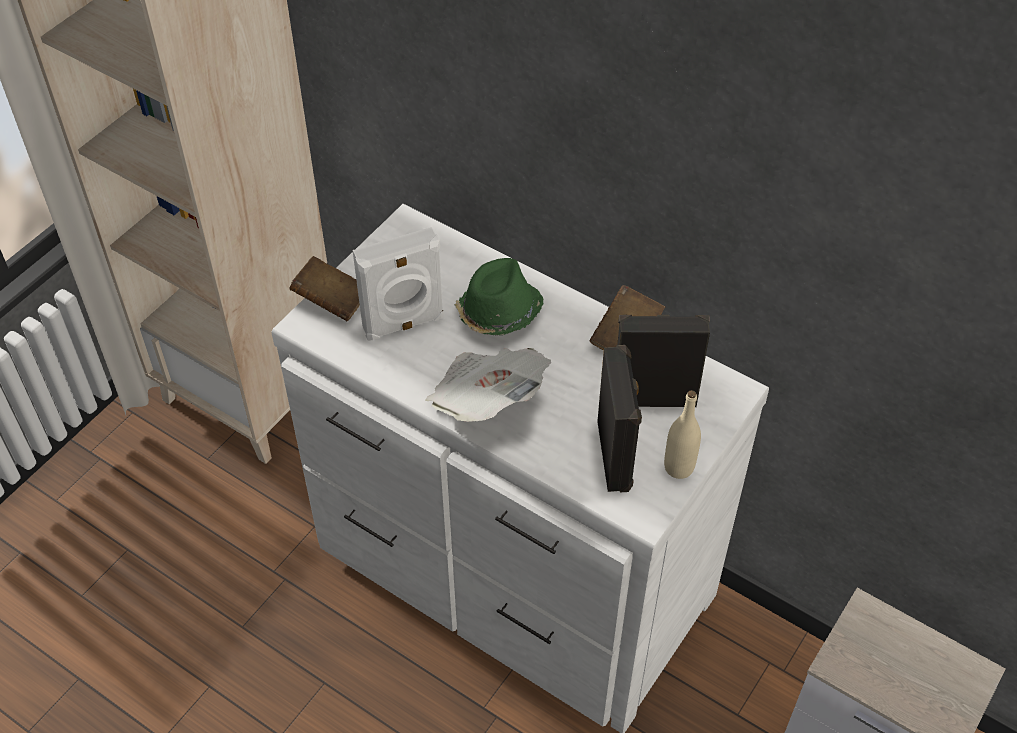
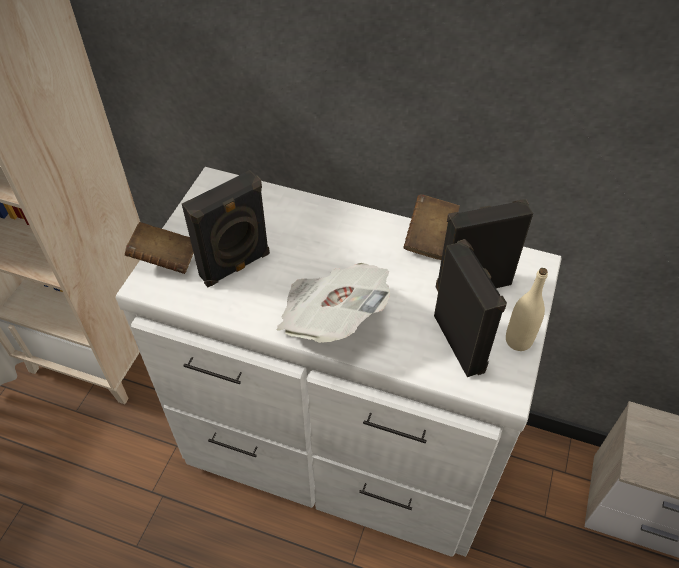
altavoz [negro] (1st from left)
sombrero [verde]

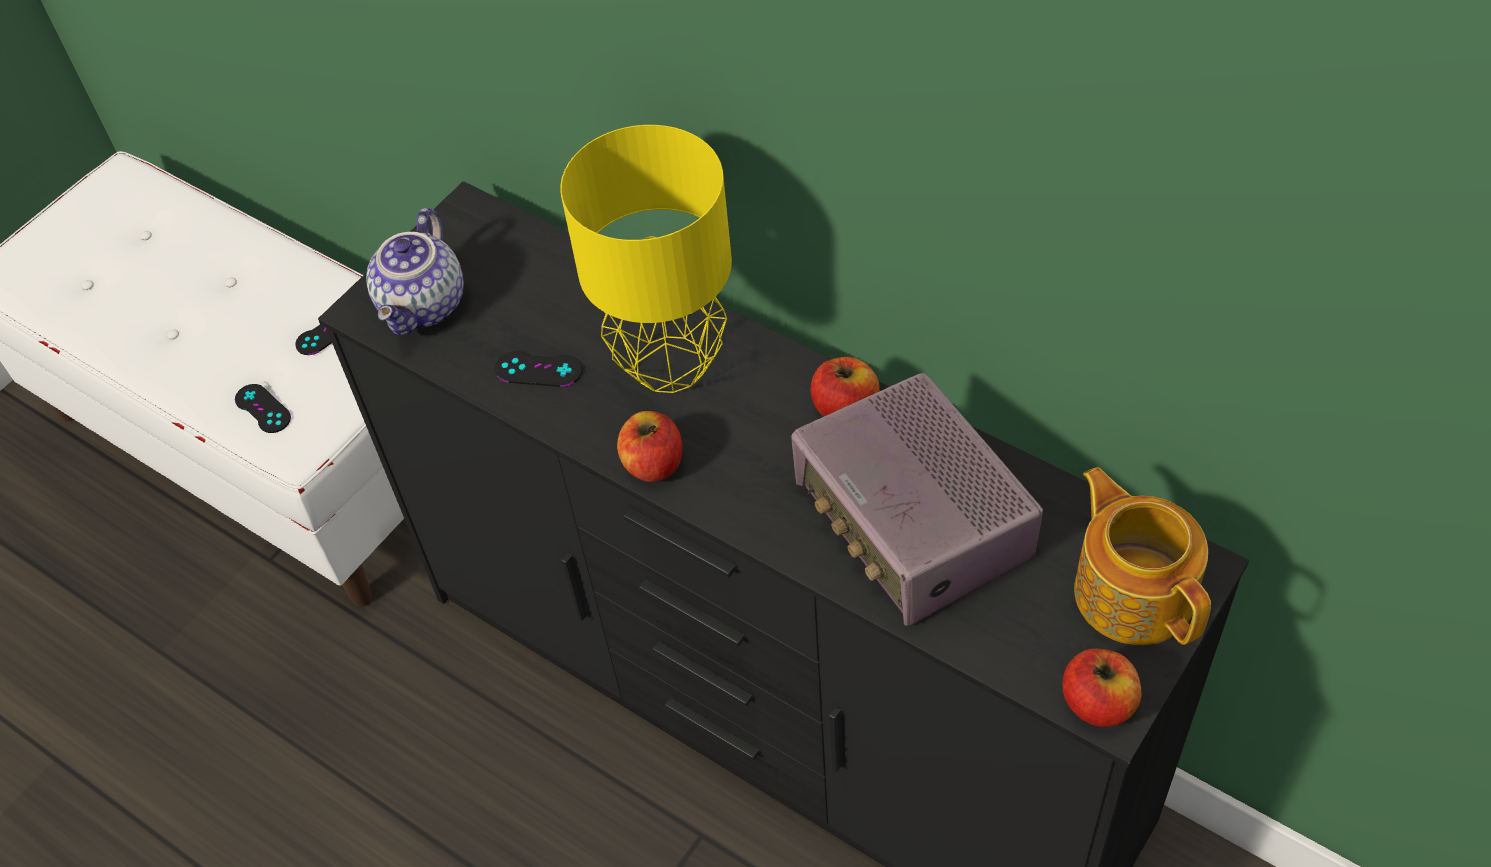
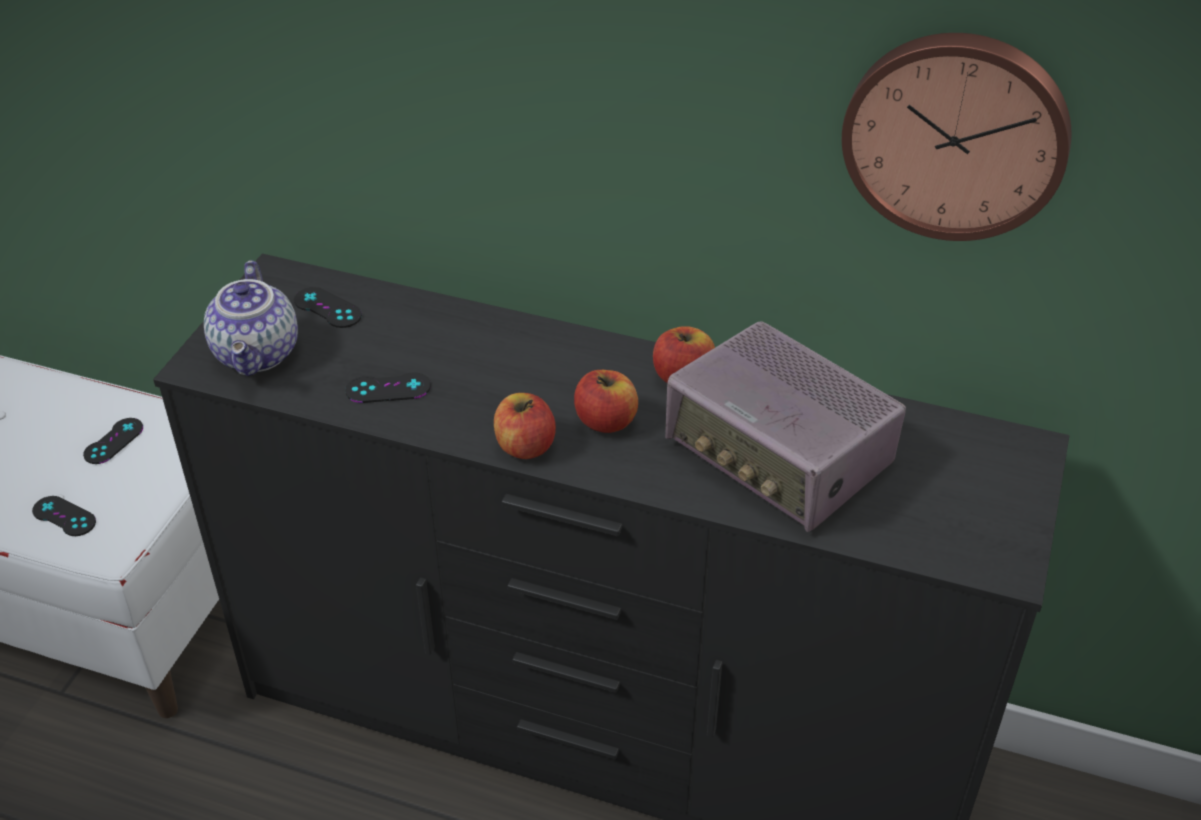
lámpara de mesa [amarillo]
manzana (2nd from left)
tetera (2nd from left in the first image)
mando de consola [negro] (3rd from left)
reloj de pared

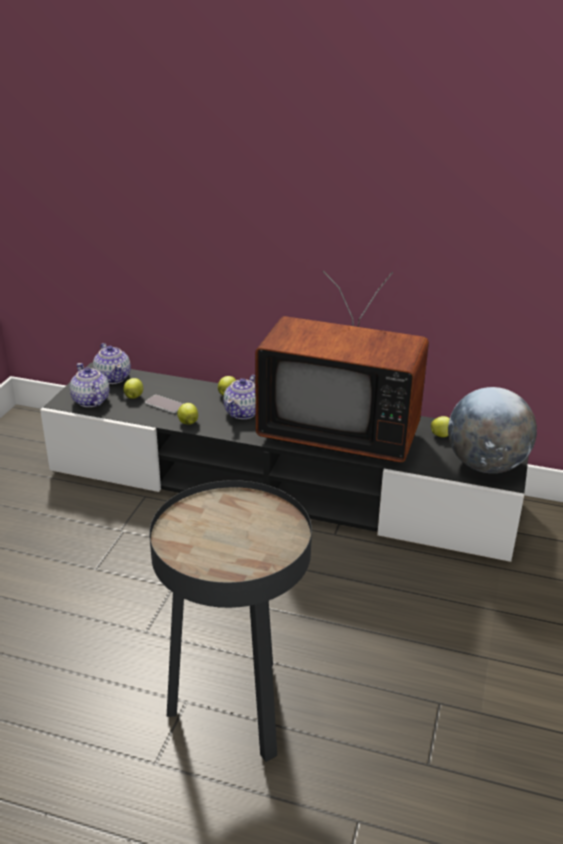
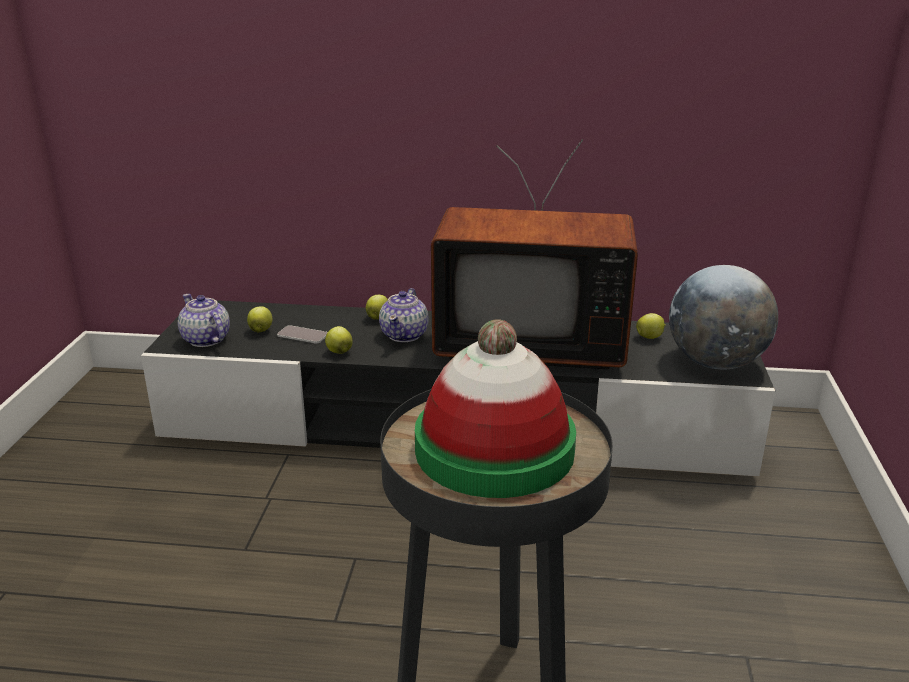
tetera (2nd from left in the first image)
sombrero

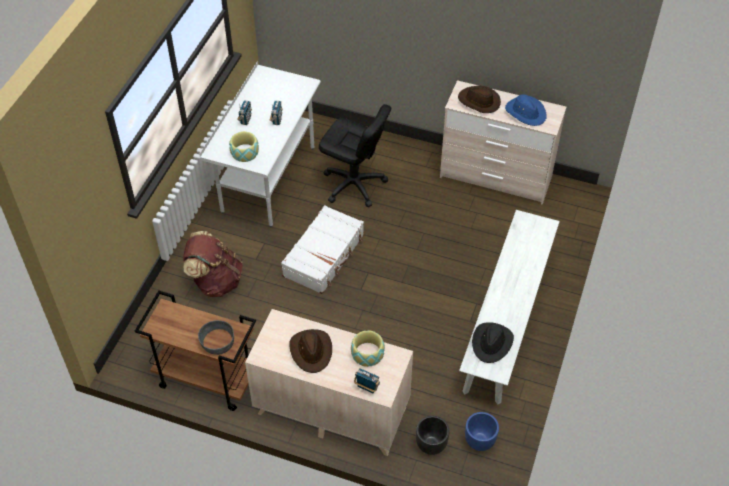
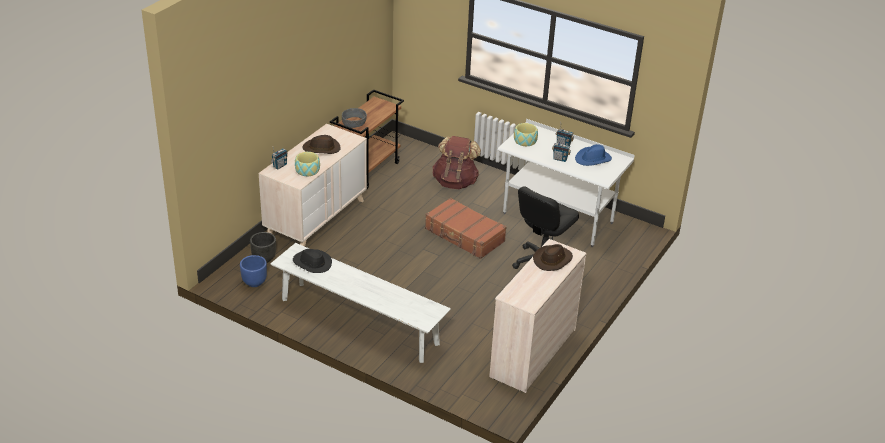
maleta [marrón]
sombrero [azul]

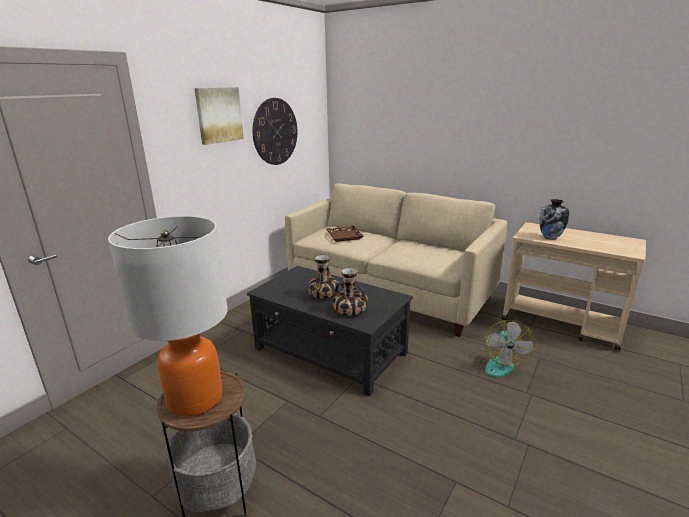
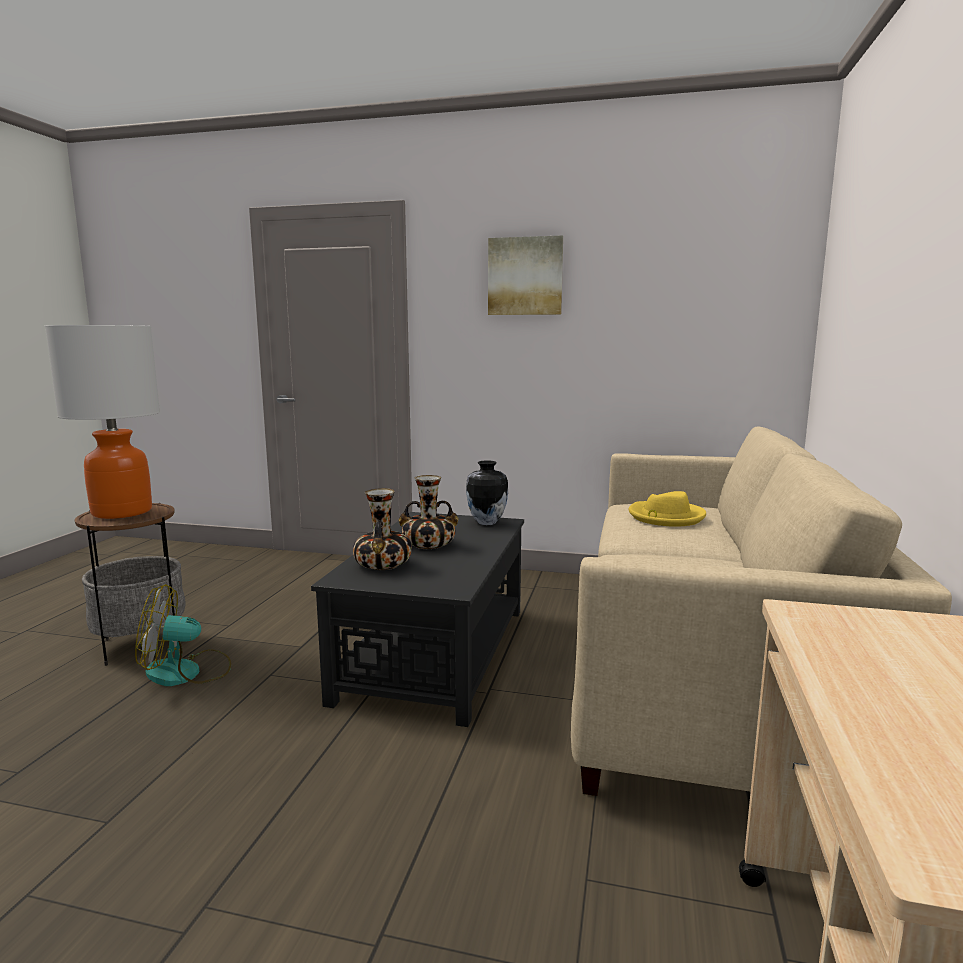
reloj de pared
sombrero [amarillo]
ventilador
florero (3rd from left)

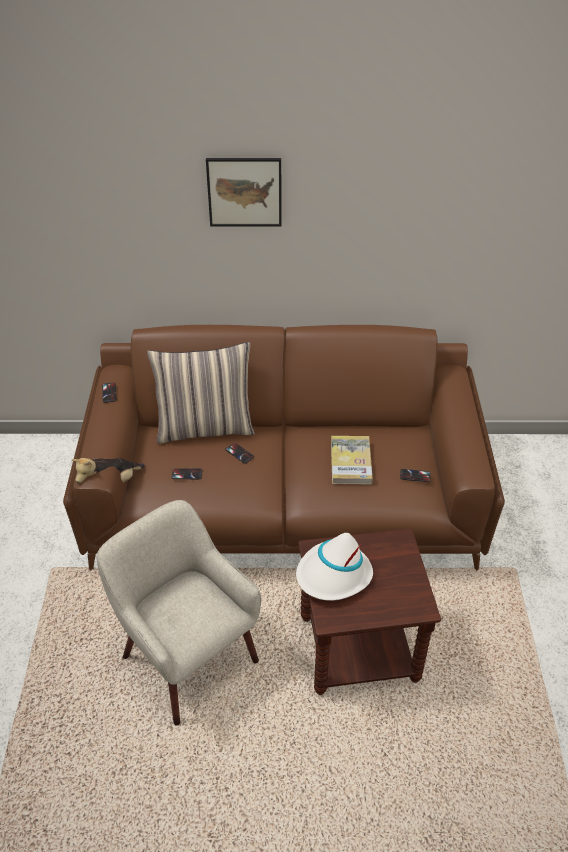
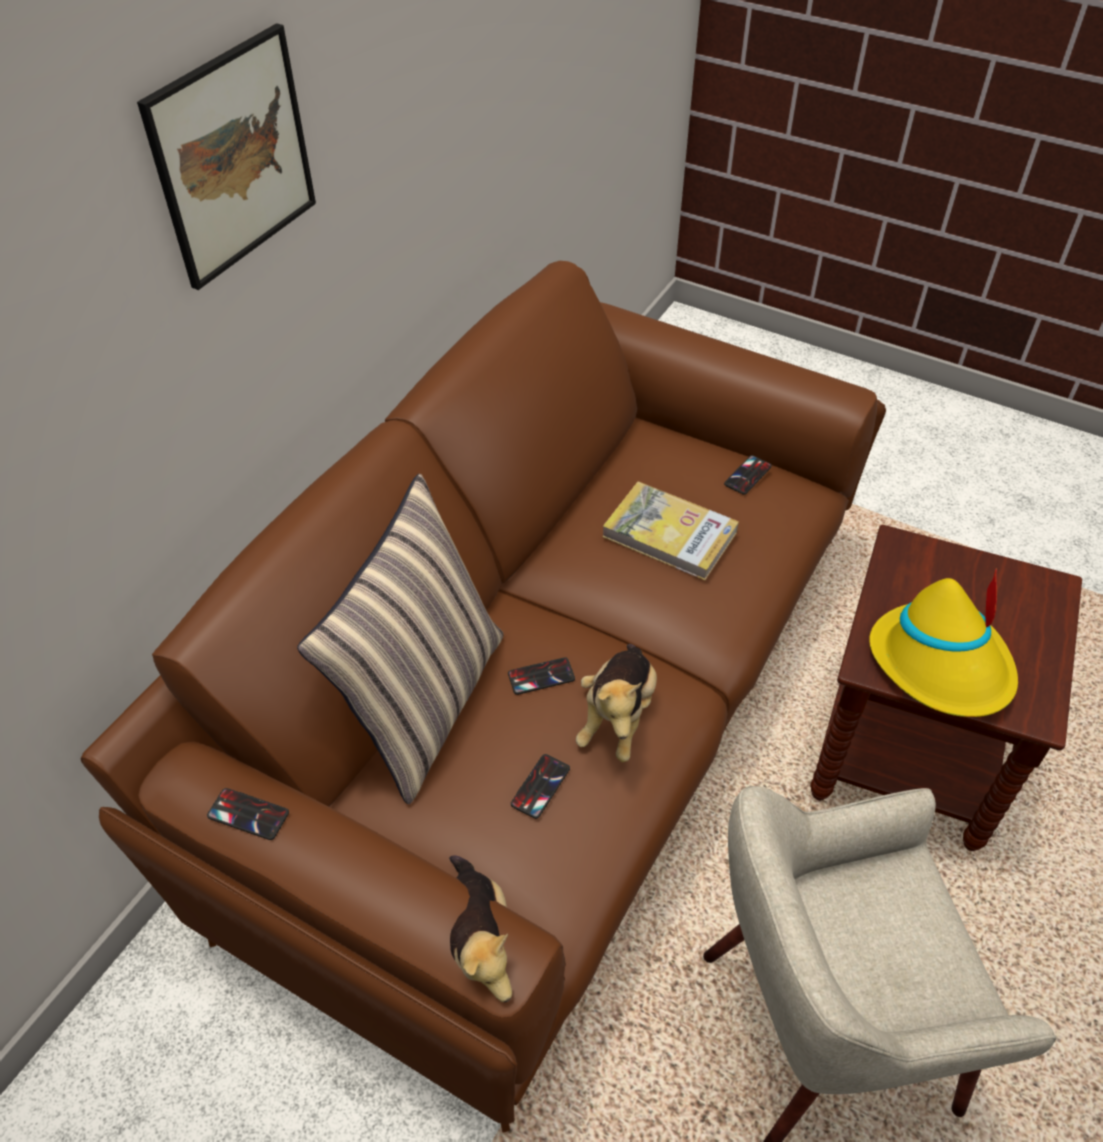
sombrero [amarillo]
peluche (2nd from left)

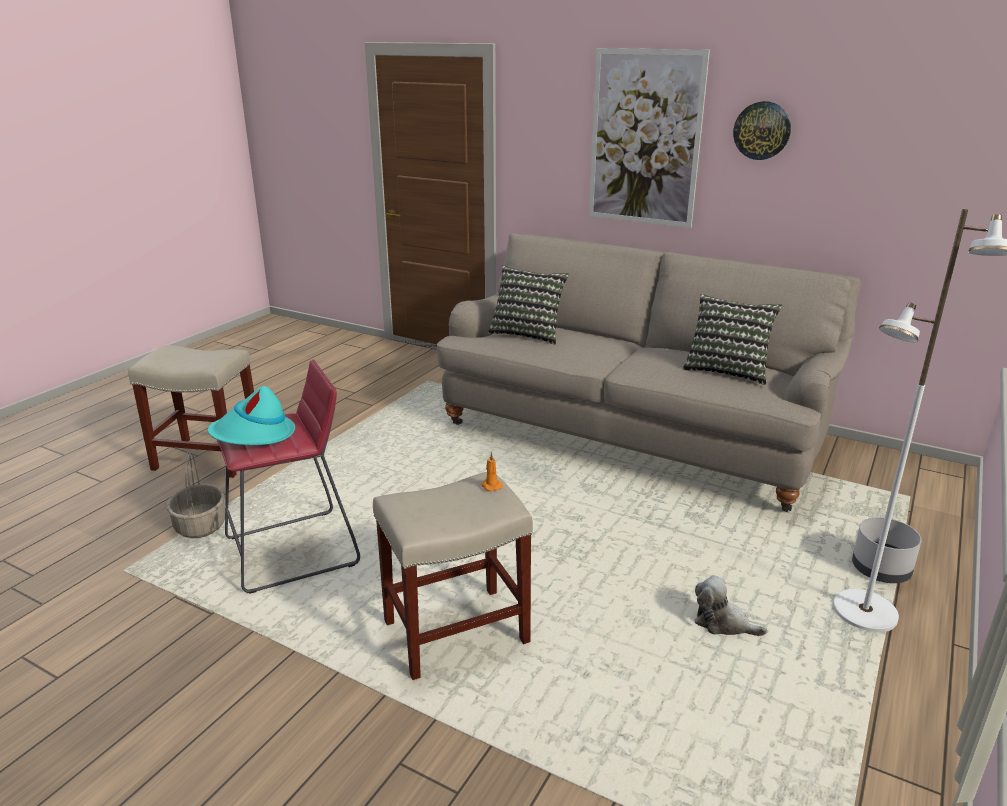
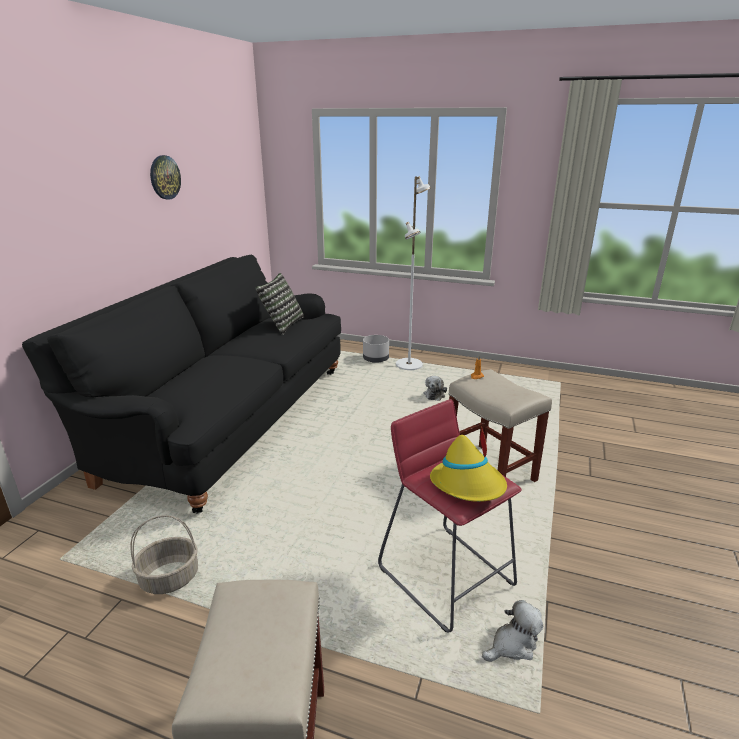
cesta
sombrero [amarillo]
sofá [negro]
cojín (1st from left in the first image)
cuadro
peluche (2nd from left)

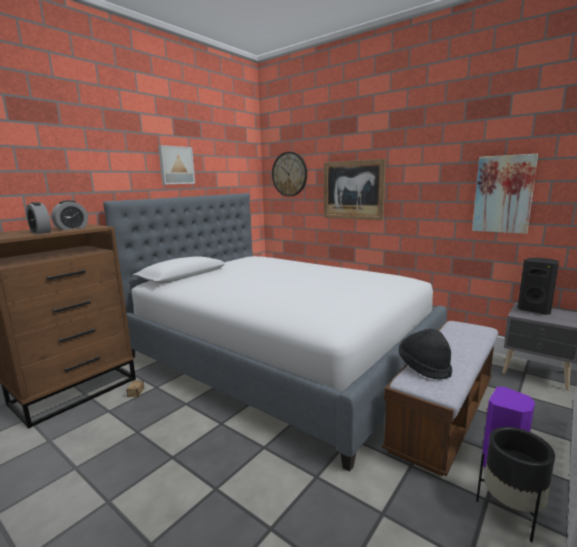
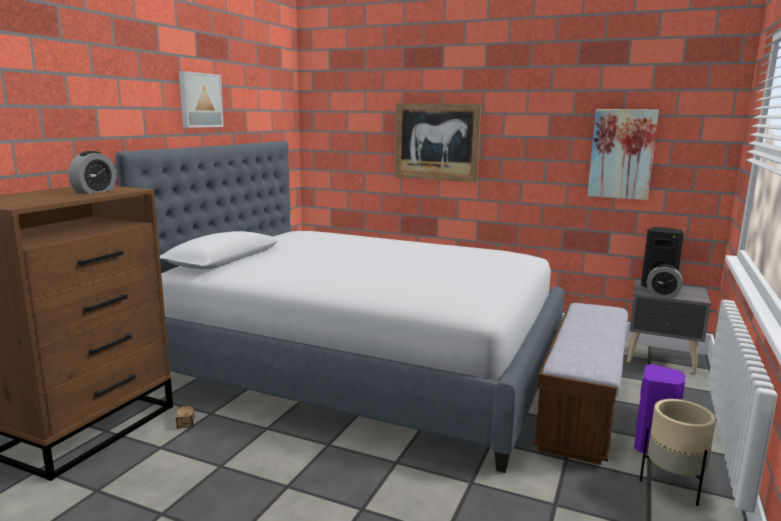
despertador (2nd from left)
reloj de pared
sombrero [negro]
maceta [beis]

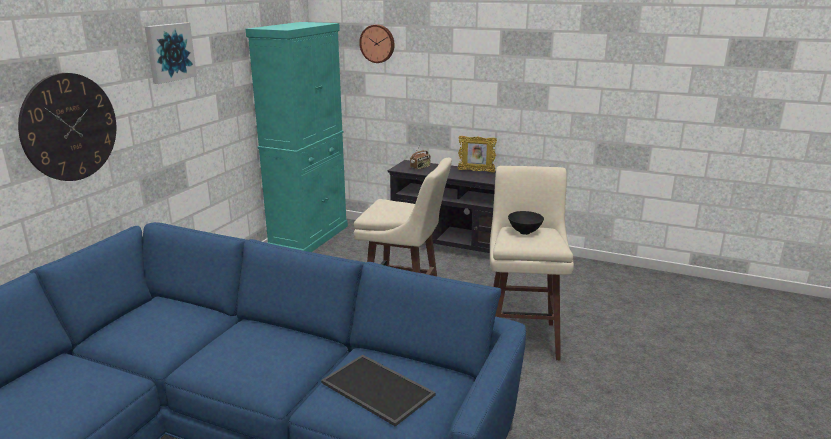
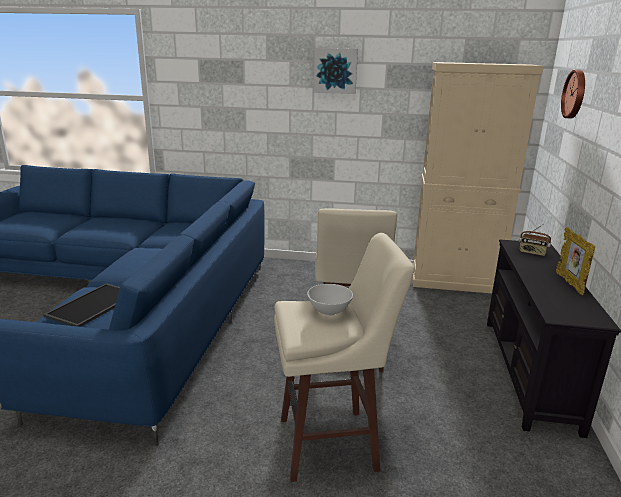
reloj de pared (1st from left in the first image)
armario [beis]
cuenco [blanco]

